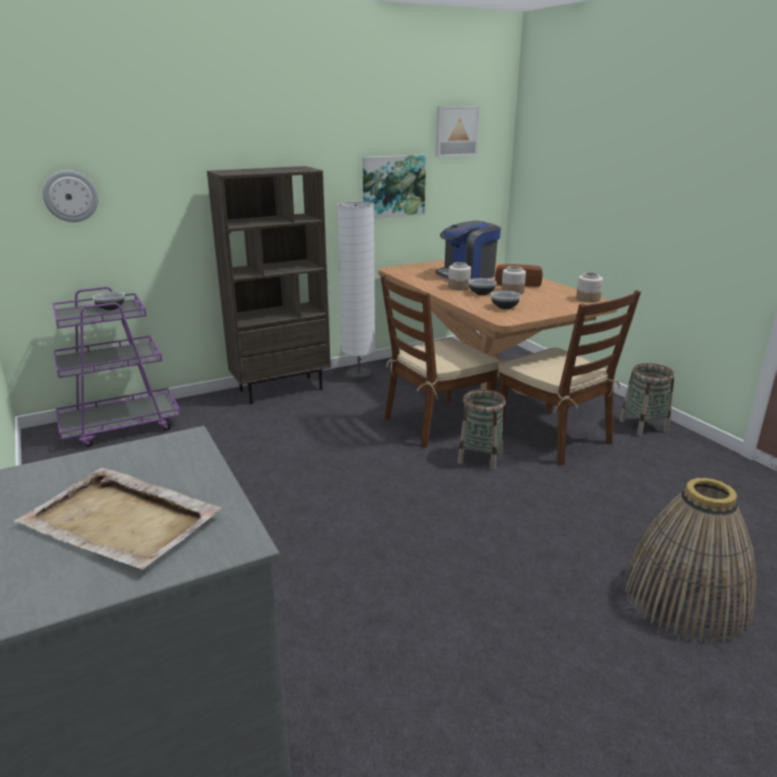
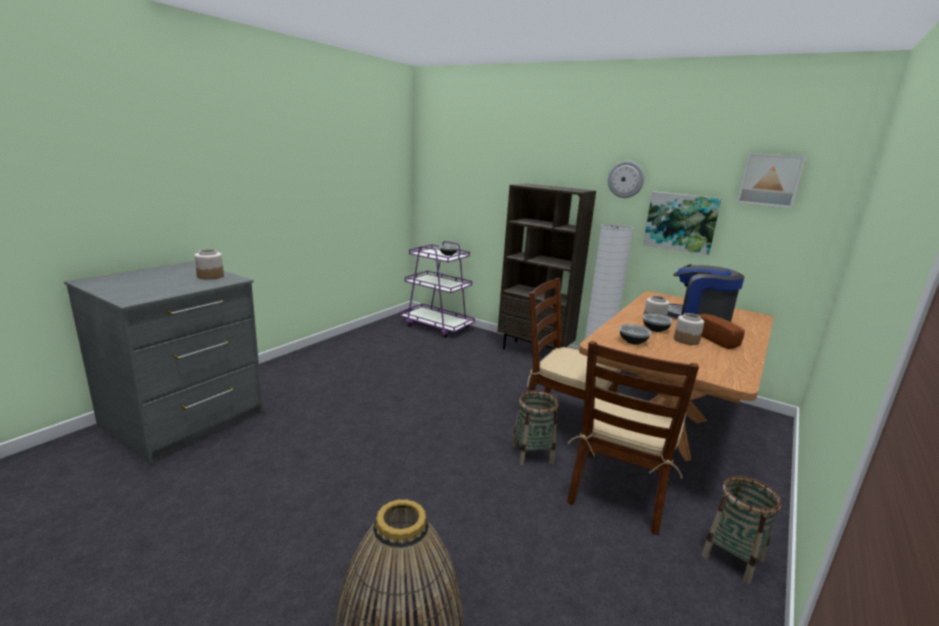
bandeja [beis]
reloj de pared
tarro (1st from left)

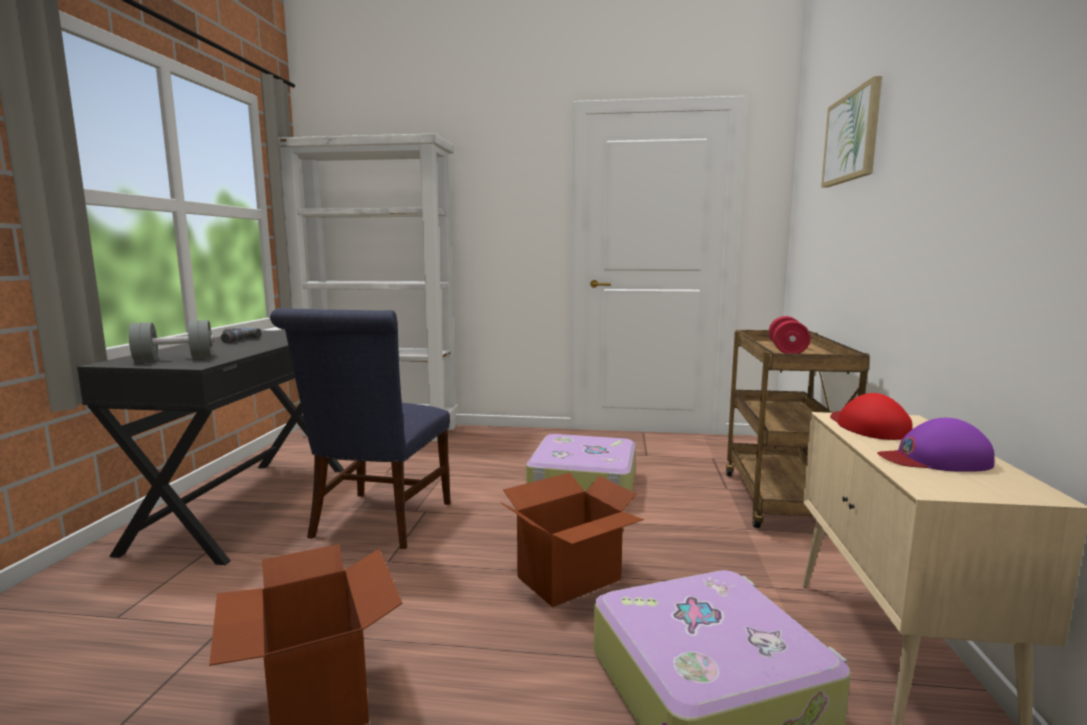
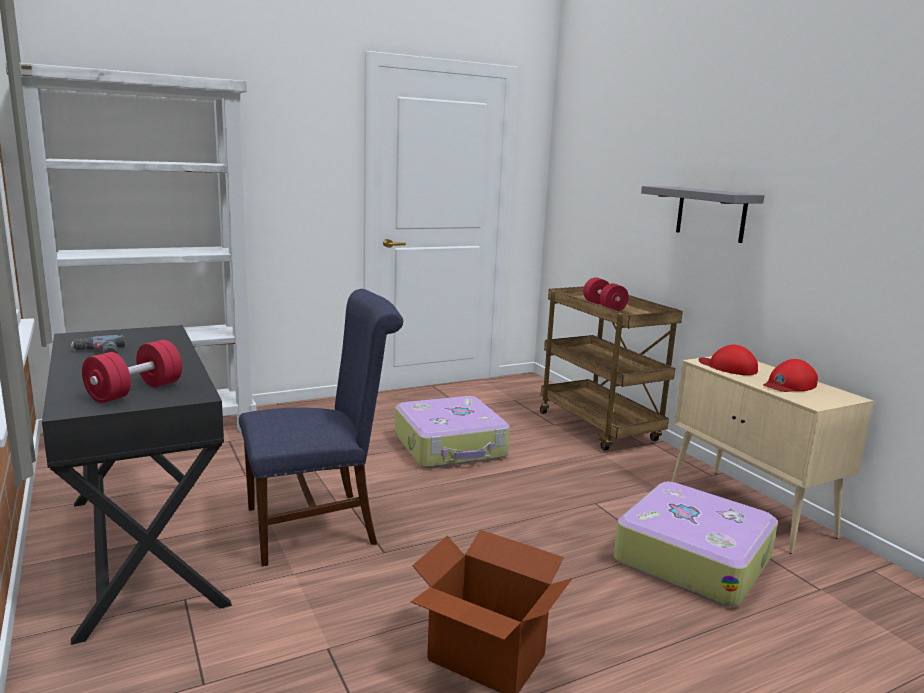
mancuerna [rojo] (1st from left)
silla [azul]
caja de cartón (2nd from left in the first image)
cuadro
gorra [rojo] (2nd from left)
estante [gris]

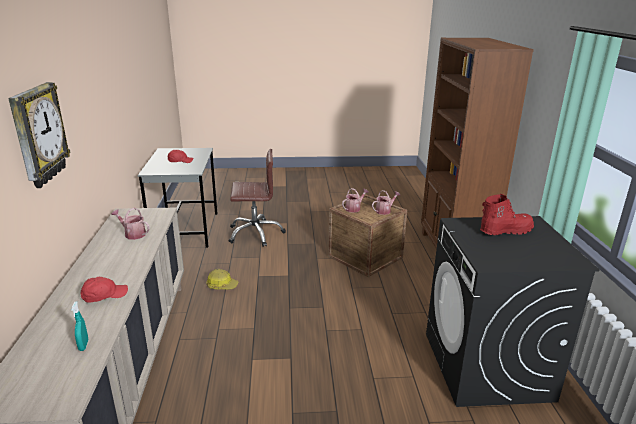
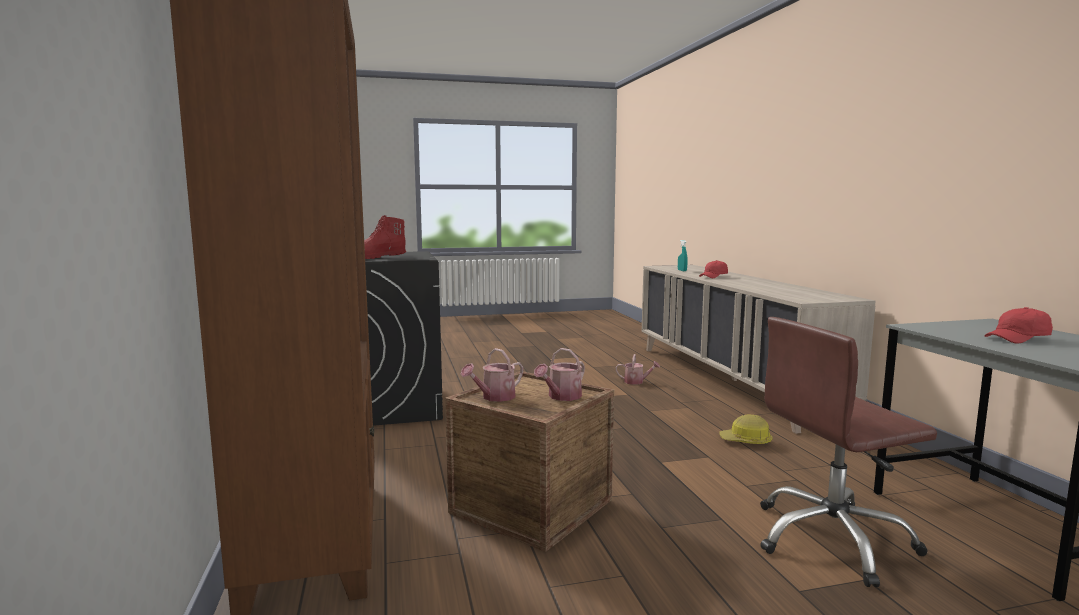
reloj de pared
regadera (3rd from left)

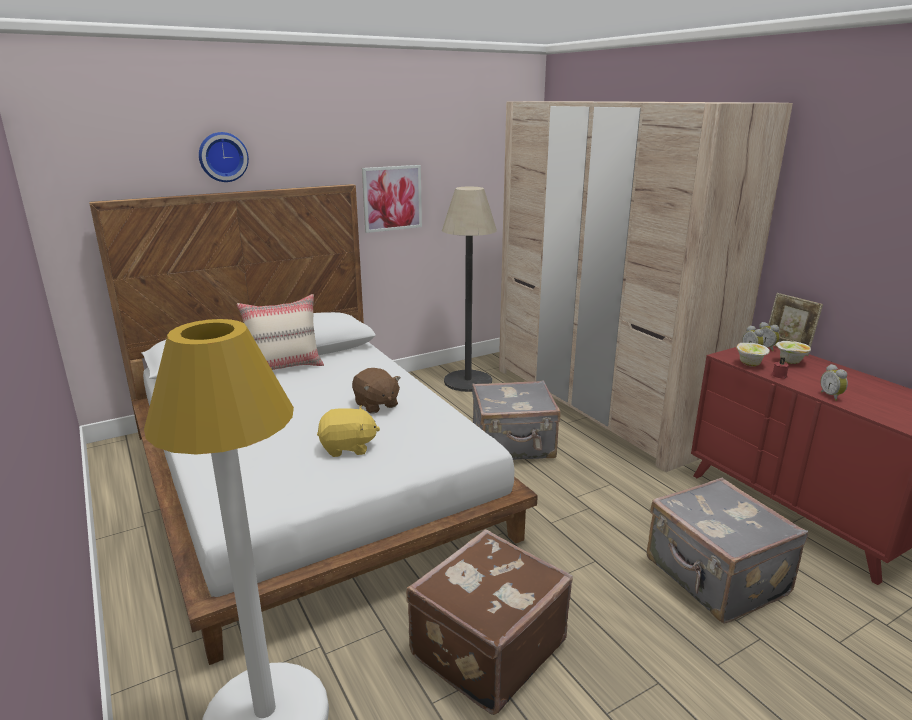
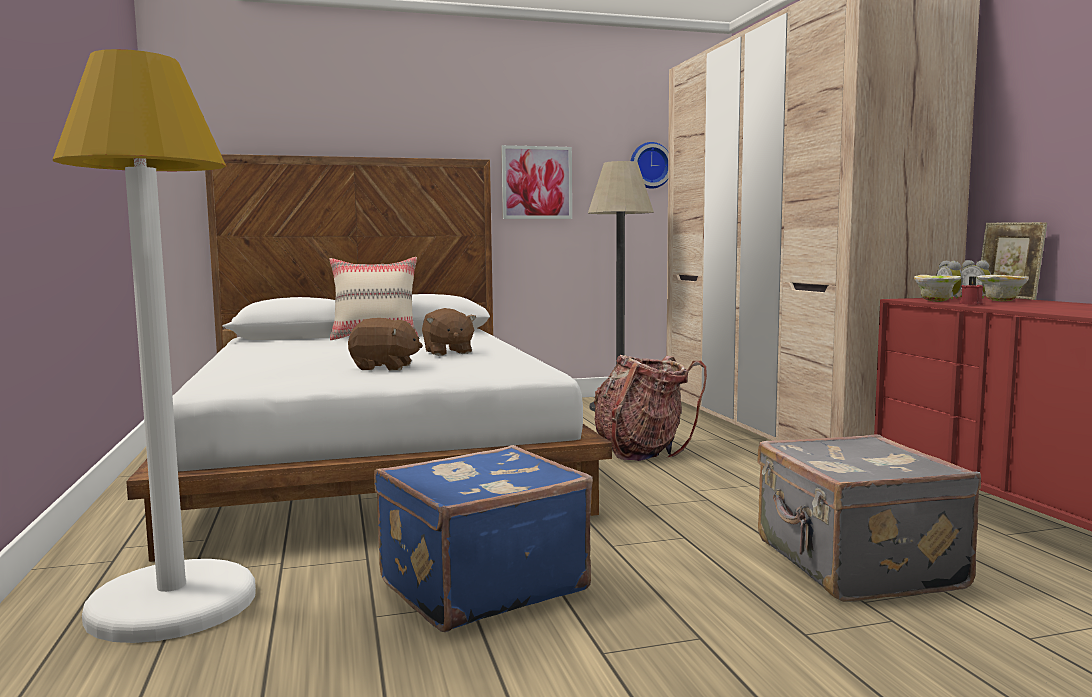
reloj de pared
peluche [marrón] (1st from left)
maleta [azul]
mochila
despertador (3rd from left in the first image)

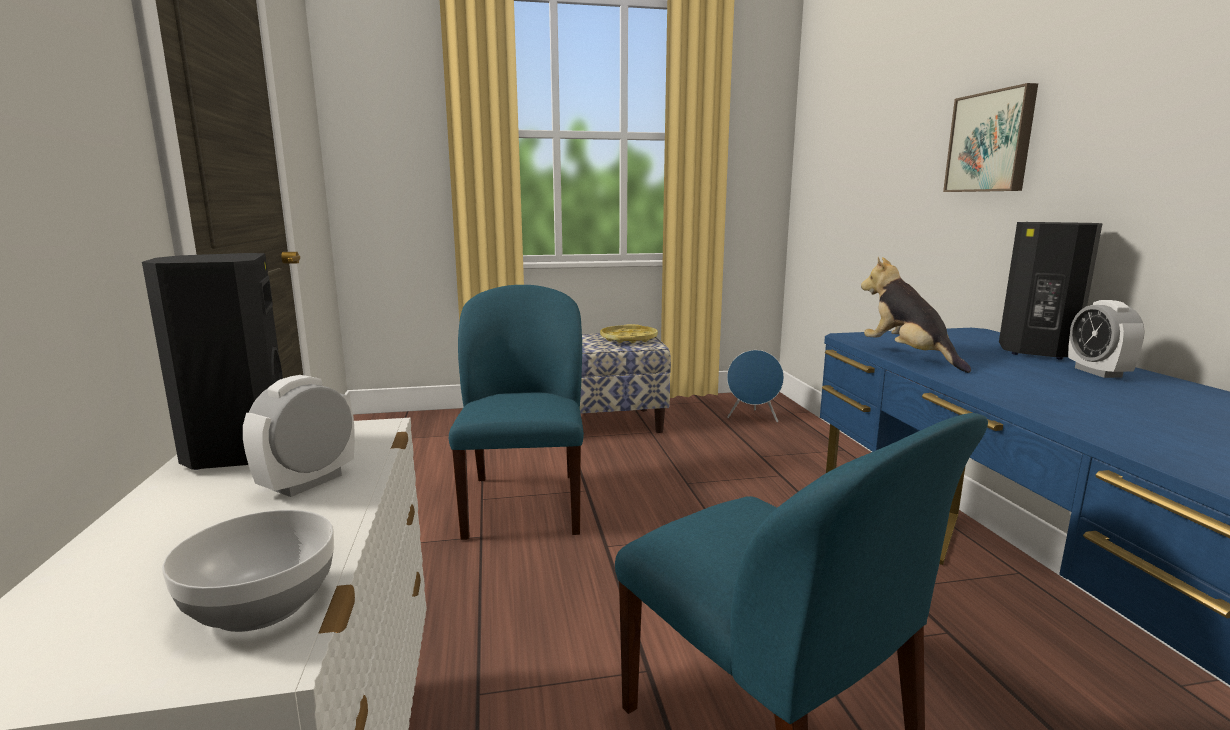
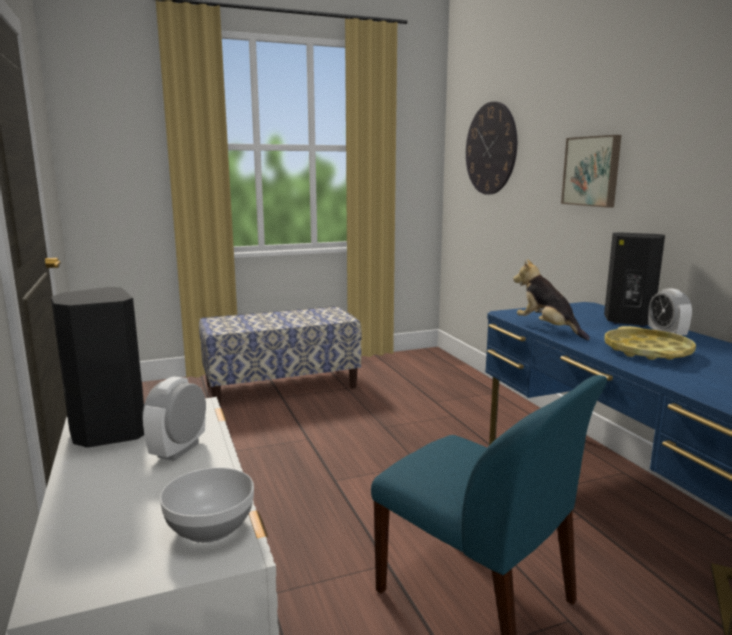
silla [azul] (1st from left in the first image)
bandeja [amarillo]
altavoz [azul]
reloj de pared

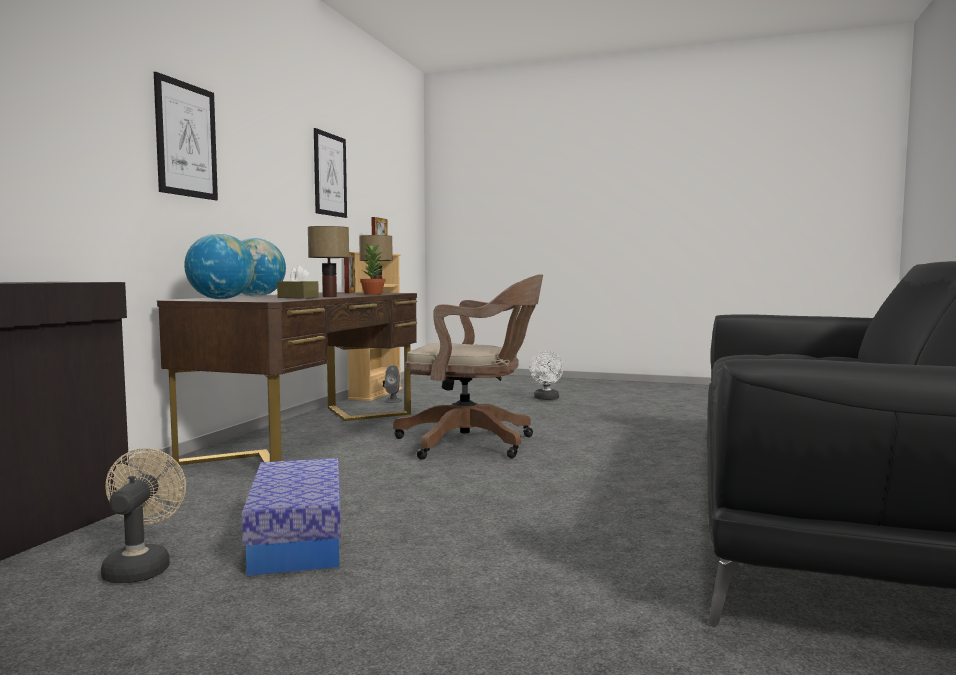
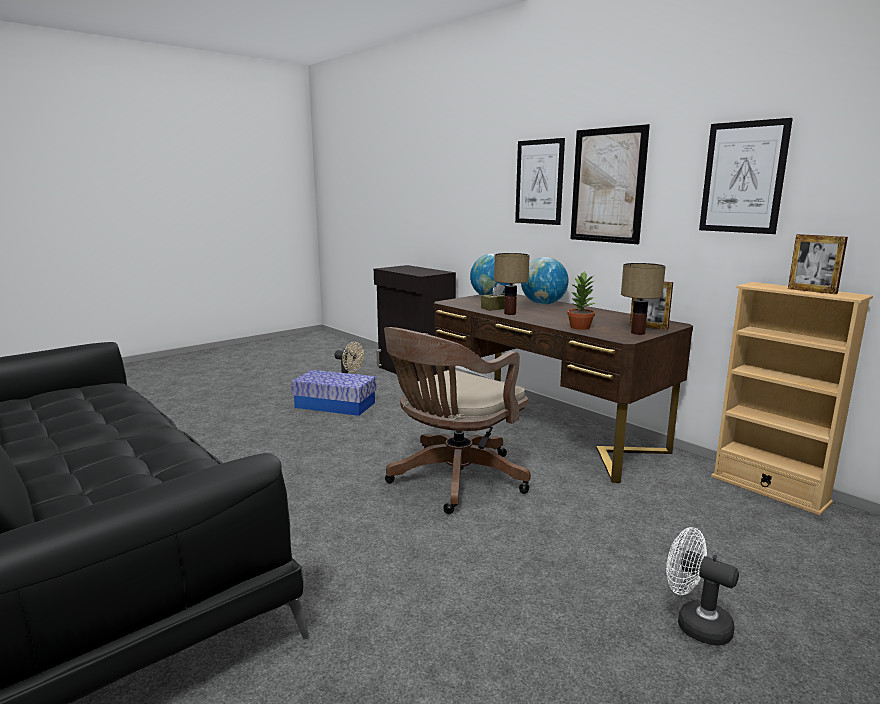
altavoz [gris]
cuadro (2nd from left)

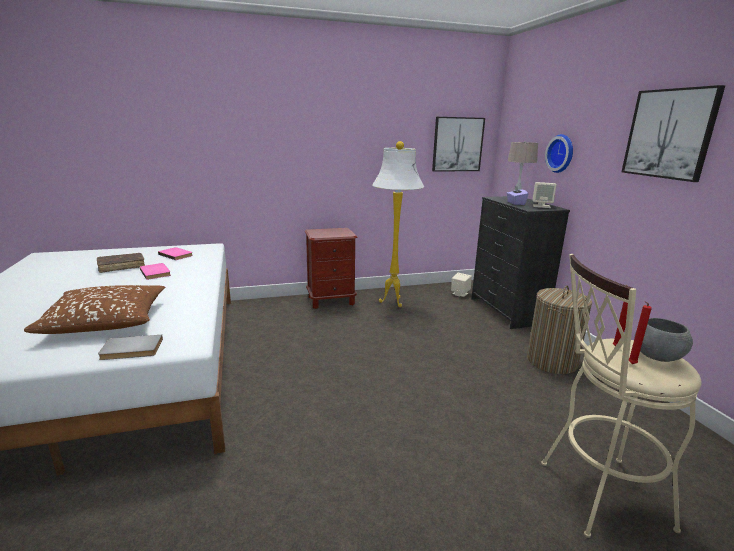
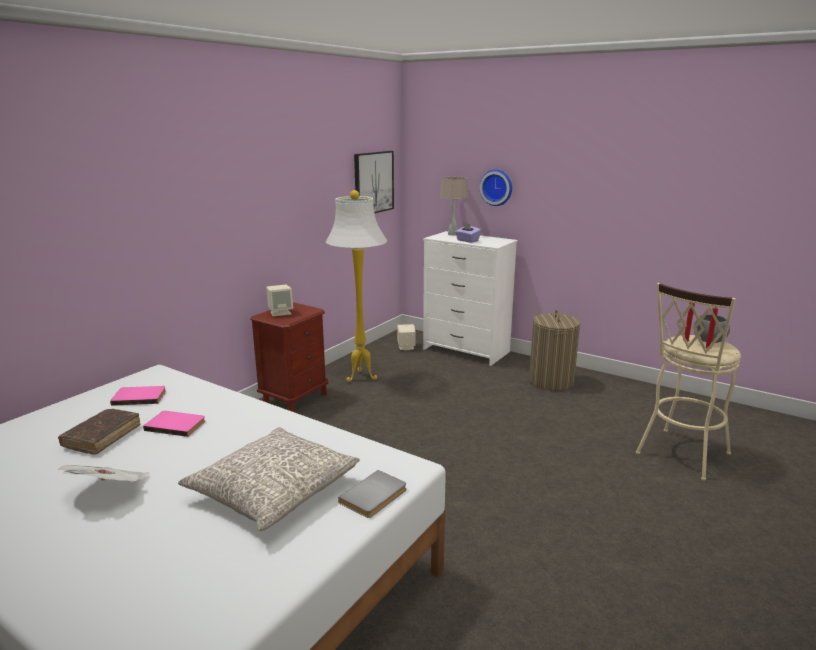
cojín [gris]
cómoda [blanco]
altavoz [beis] (1st from left)
cuadro (2nd from left in the first image)
periódico

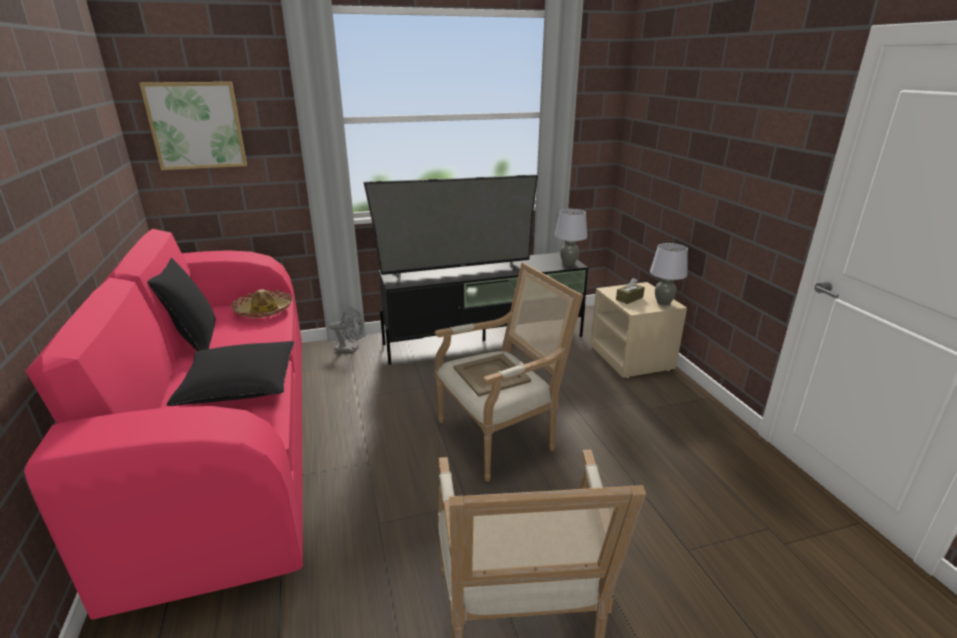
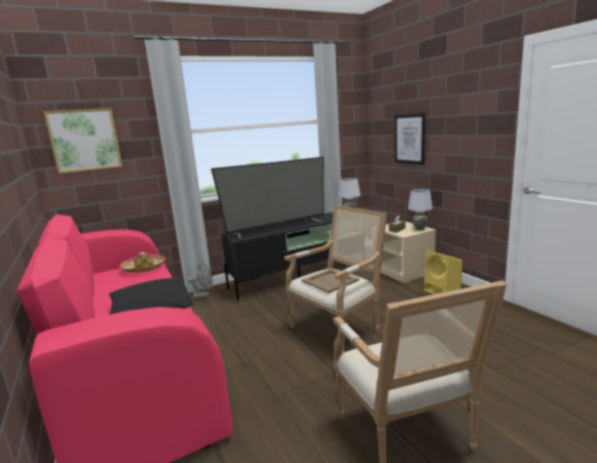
cojín [negro] (1st from left in the first image)
cuadro (2nd from left)
altavoz [amarillo]

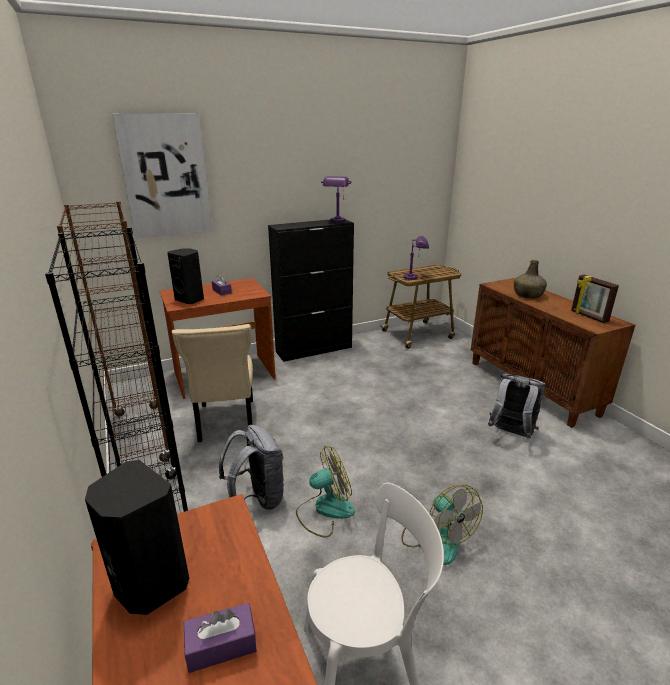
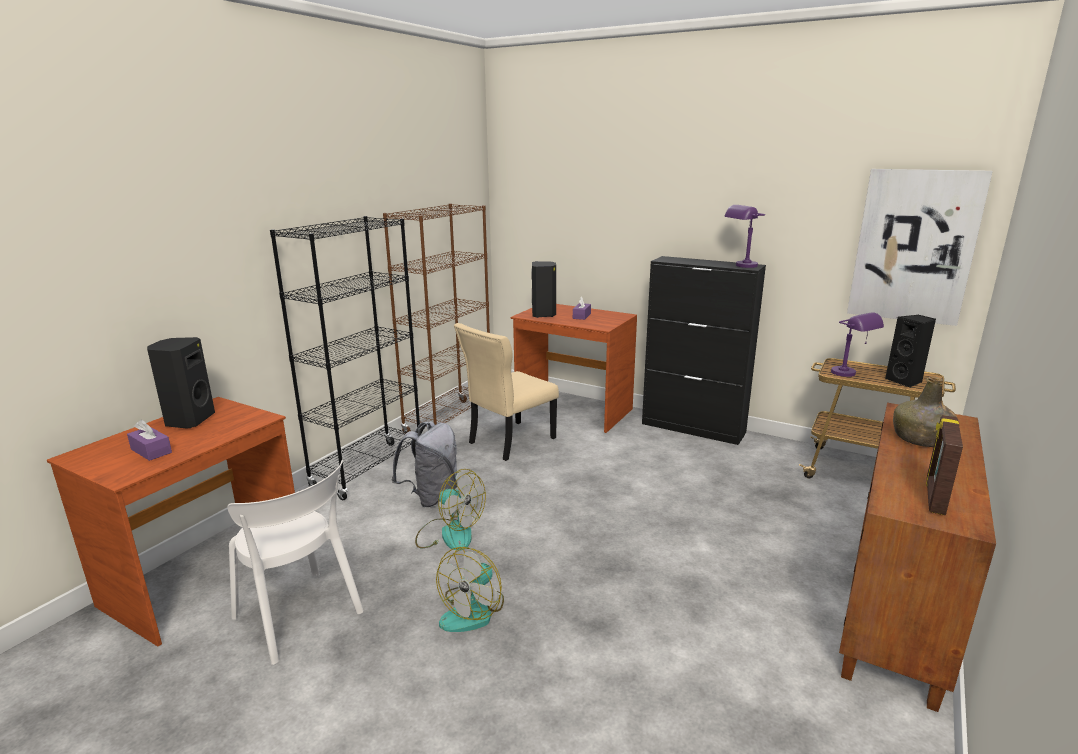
cuadro
mochila [gris] (2nd from left in the first image)
altavoz [negro] (3rd from left)

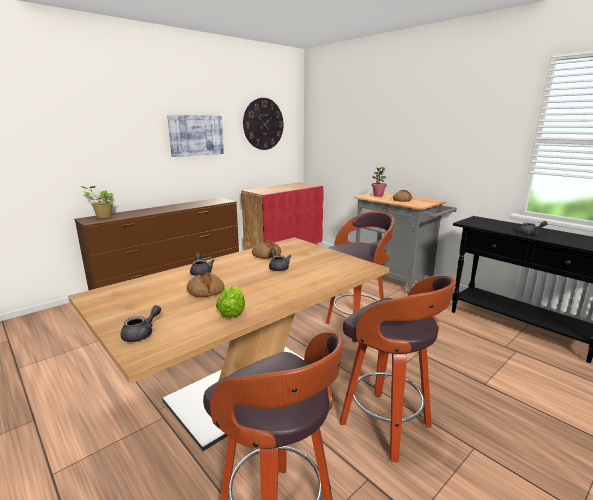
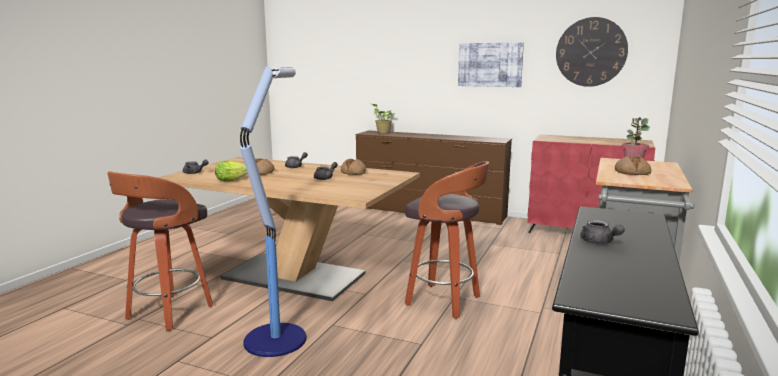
lámpara de pie

